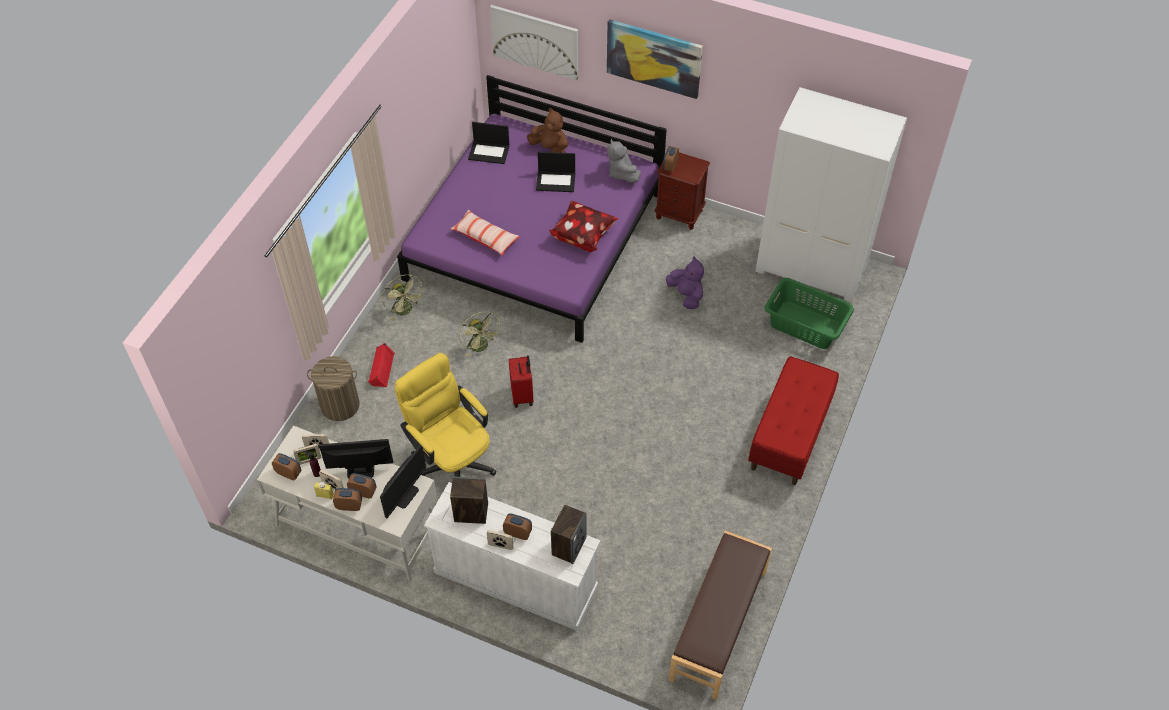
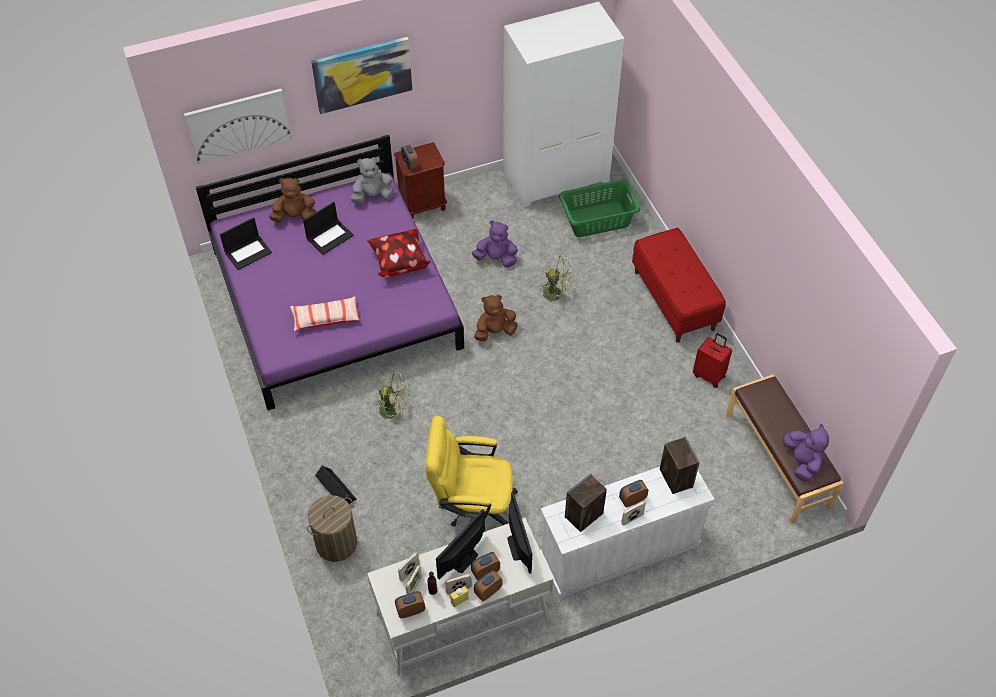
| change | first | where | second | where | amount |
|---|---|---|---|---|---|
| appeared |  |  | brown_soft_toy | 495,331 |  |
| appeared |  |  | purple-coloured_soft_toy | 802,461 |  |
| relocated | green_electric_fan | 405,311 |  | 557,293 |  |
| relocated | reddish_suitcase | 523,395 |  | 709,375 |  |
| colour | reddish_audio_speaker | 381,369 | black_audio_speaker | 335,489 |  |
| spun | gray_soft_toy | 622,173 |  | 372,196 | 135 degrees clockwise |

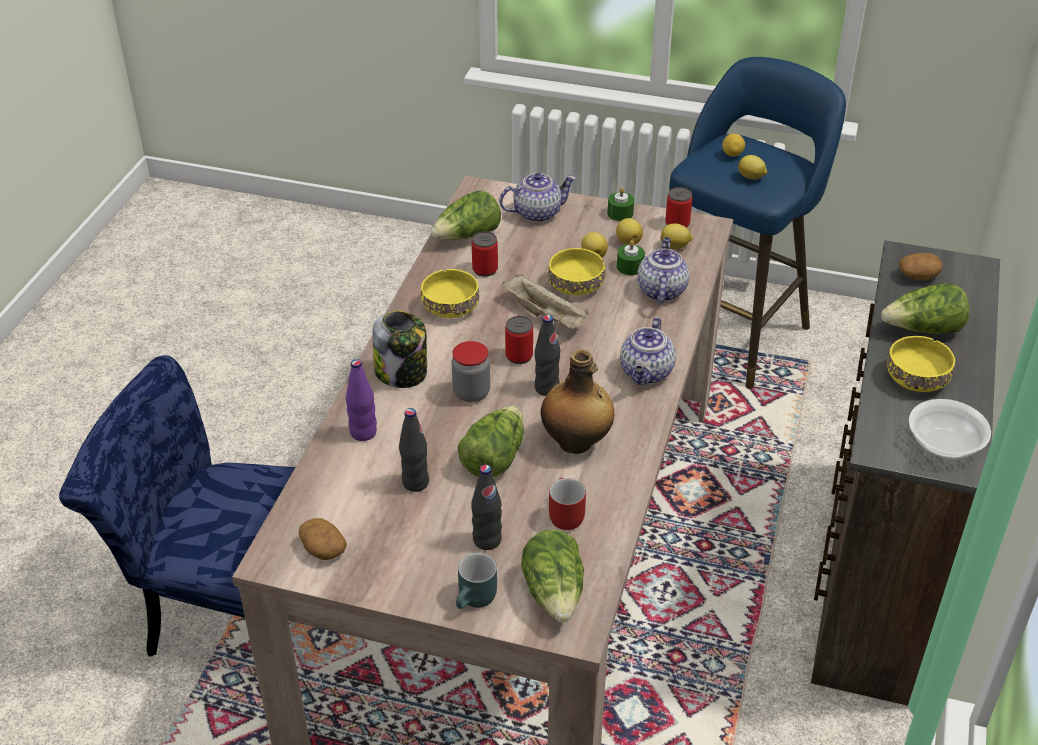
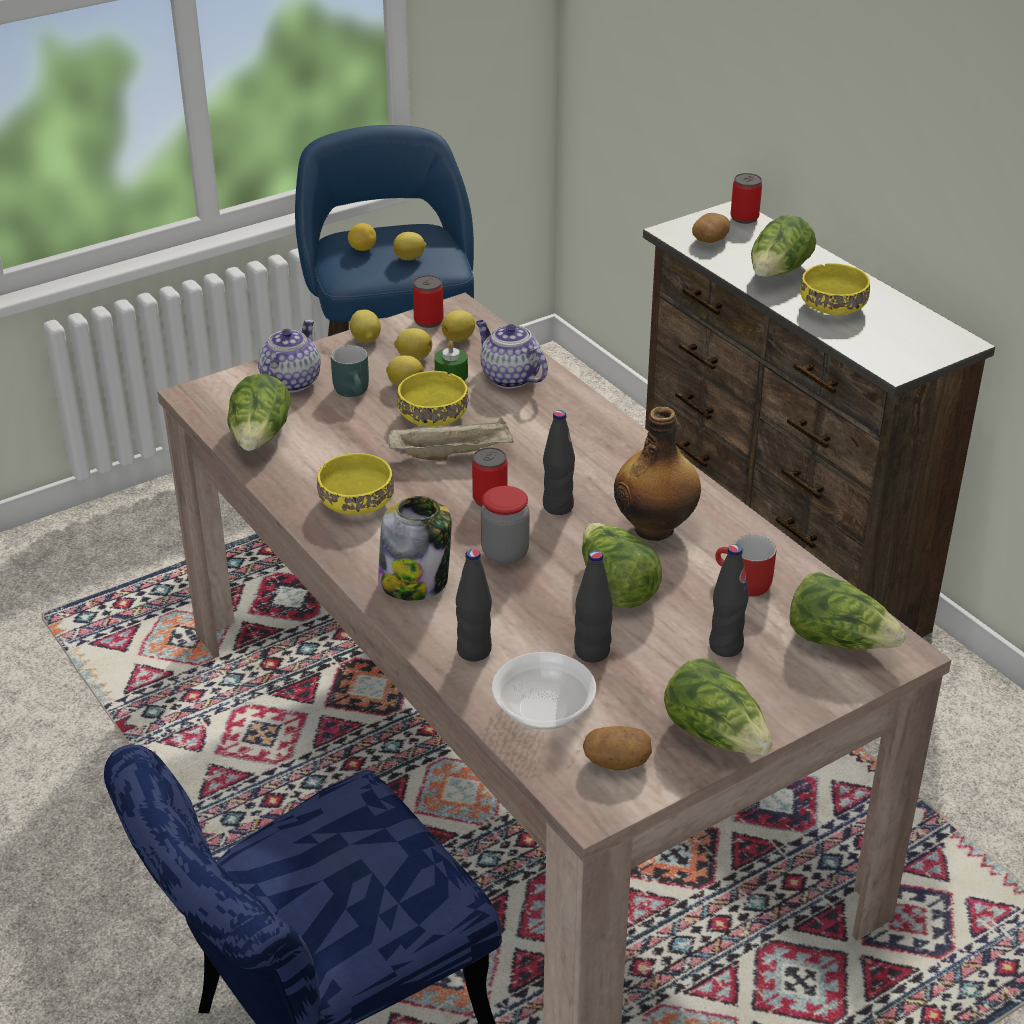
| change | first | where | second | where | amount |
|---|---|---|---|---|---|
| missing | teapot | 647,373 |  |  |  |
| appeared |  |  | head_of_lettuce | 716,735 |  |
| relocated | blue-green_tea_mug | 476,600 |  | 355,392 |  |
| relocated | metal_can | 485,269 |  | 744,218 |  |
| relocated | serving_bowl | 945,444 |  | 544,710 |  |
| exchanged | green_wax_candle | 620,213 | whole_lemon | 365,340 |  |
| colour | purple-coloured_drink_bottle | 363,433 | black_drink_bottle | 474,651 |  |

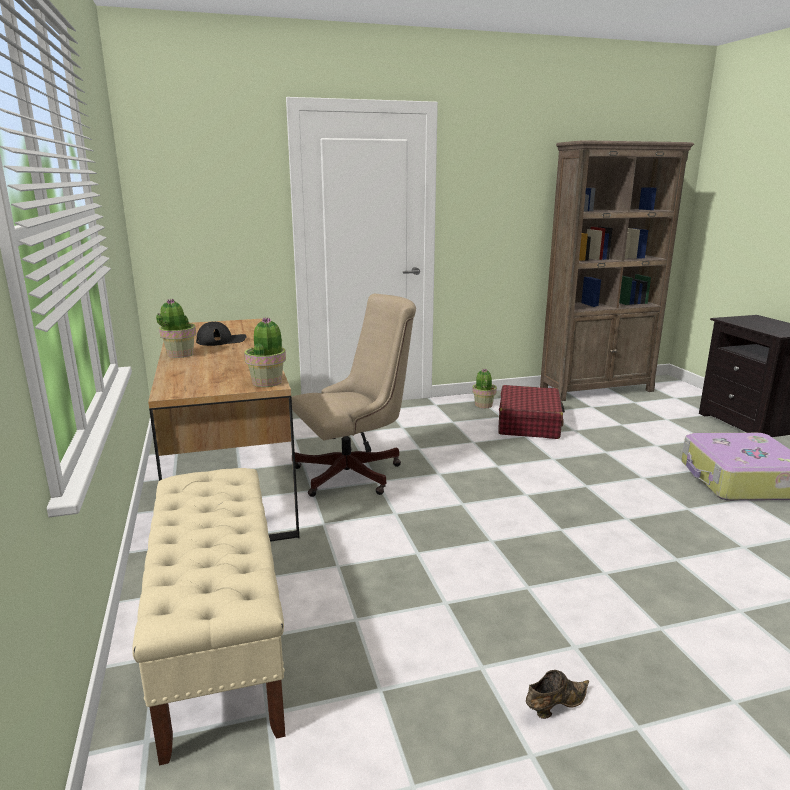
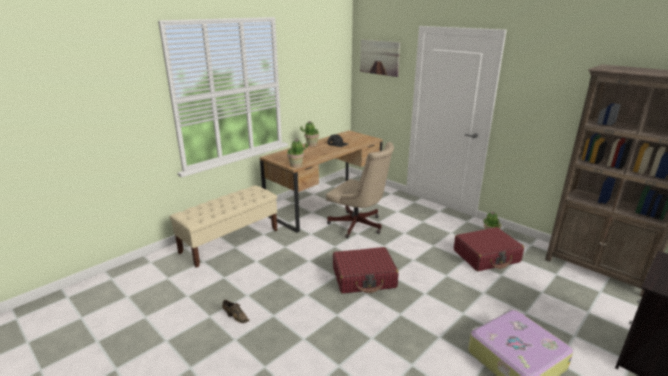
| change | first | where | second | where | amount |
|---|---|---|---|---|---|
| appeared |  |  | reddish_suitcase | 364,278 |  |
| appeared |  |  | wall_art | 379,57 |  |

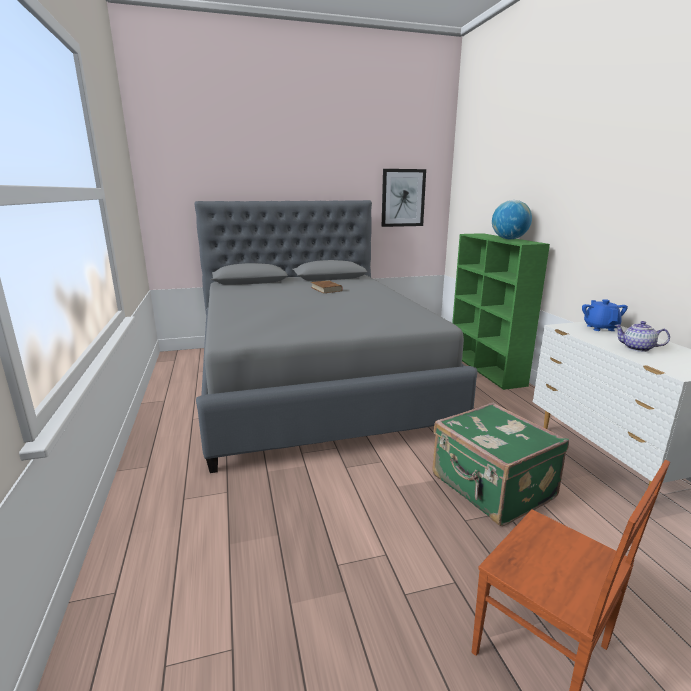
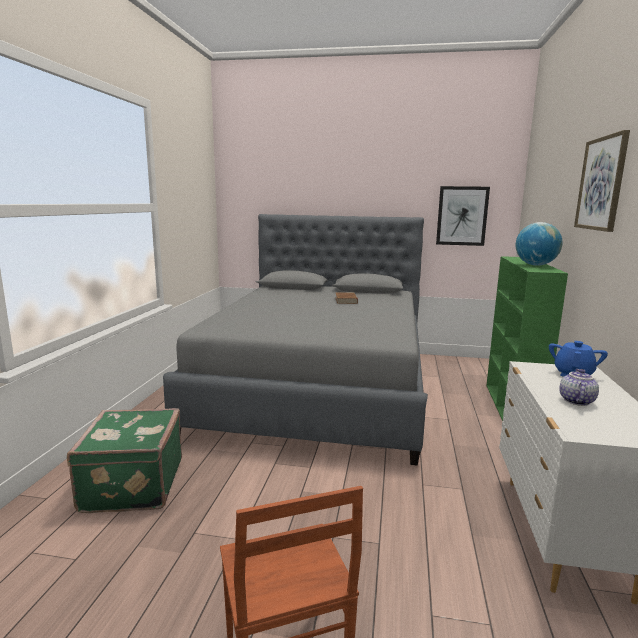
| change | first | where | second | where | amount |
|---|---|---|---|---|---|
| appeared |  |  | wall_art | 601,184 |  |
| relocated | green_suitcase | 491,488 |  | 131,485 |  |
| spun | teapot | 637,348 |  | 575,400 | 60 degrees clockwise |

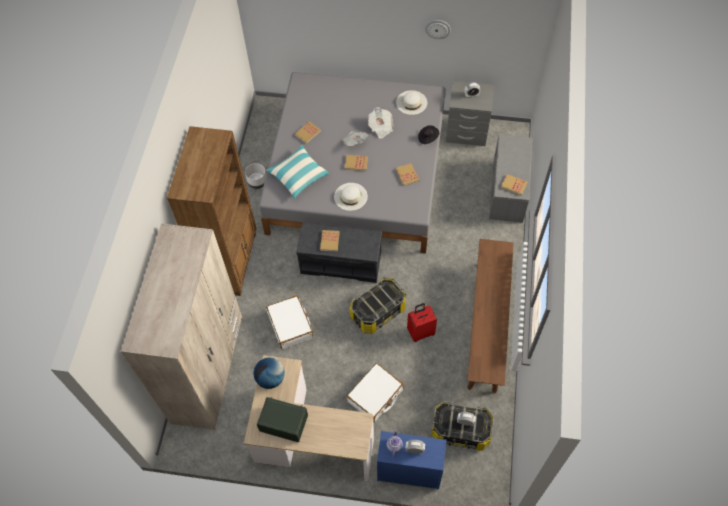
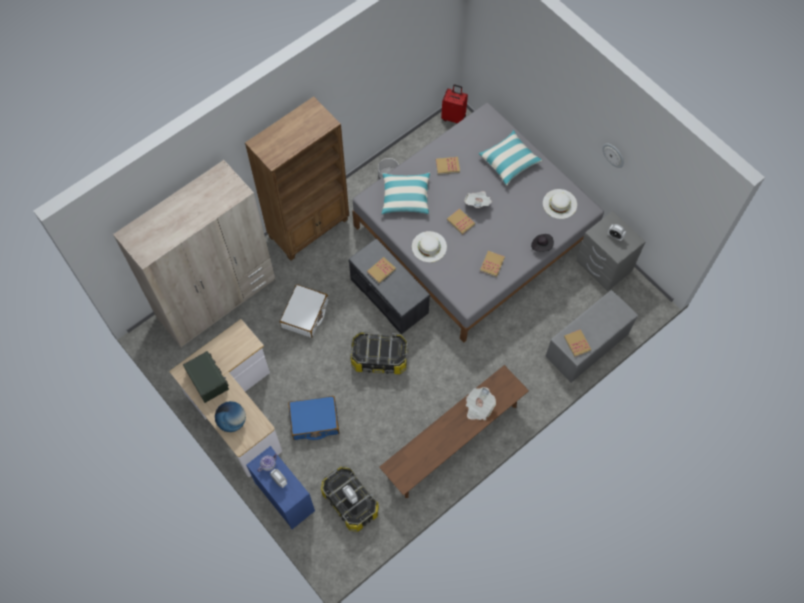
| change | first | where | second | where | amount |
|---|---|---|---|---|---|
| appeared |  |  | cushion | 509,161 |  |
| relocated | desk_globe | 270,378 |  | 232,421 |  |
| relocated | printed_paper | 380,127 |  | 478,407 |  |
| relocated | reddish_suitcase | 420,332 |  | 454,117 |  |
| colour | white_suitcase | 375,396 | blue-coloured_suitcase | 314,421 |  |

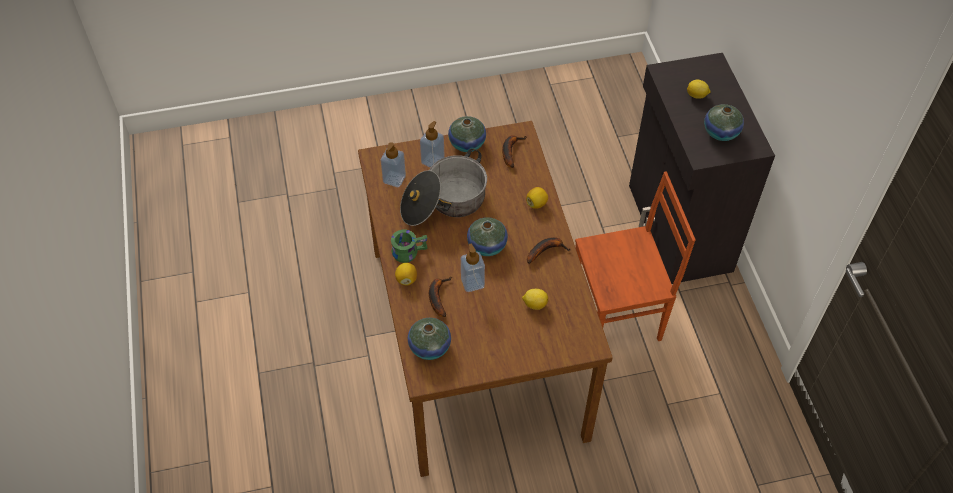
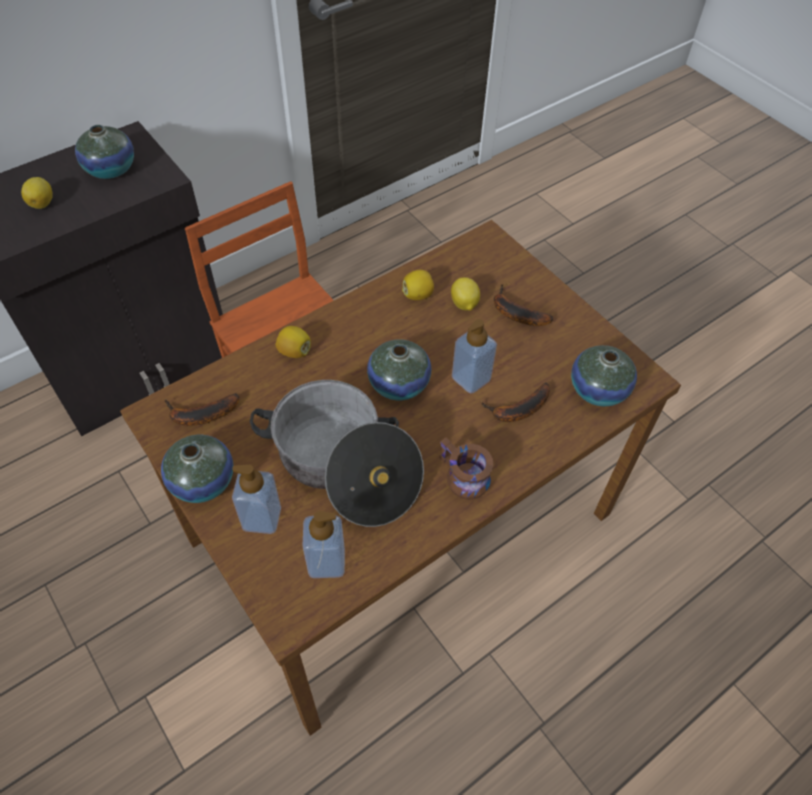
| change | first | where | second | where | amount |
|---|---|---|---|---|---|
| relocated | whole_lemon | 406,279 |  | 418,295 |  |
| relocated | banana_fruit | 546,250 |  | 515,313 |  |
| colour | green_tea_mug | 408,250 | brown_tea_mug | 460,479 |  |

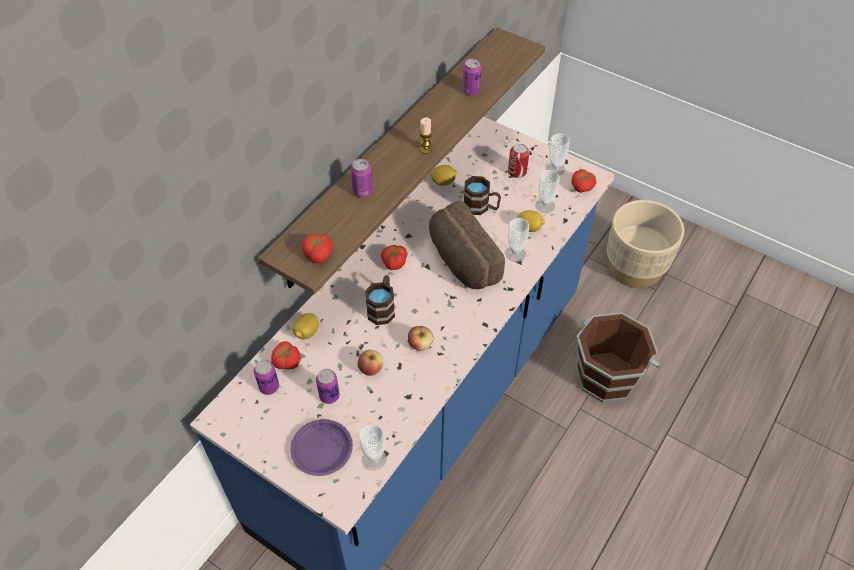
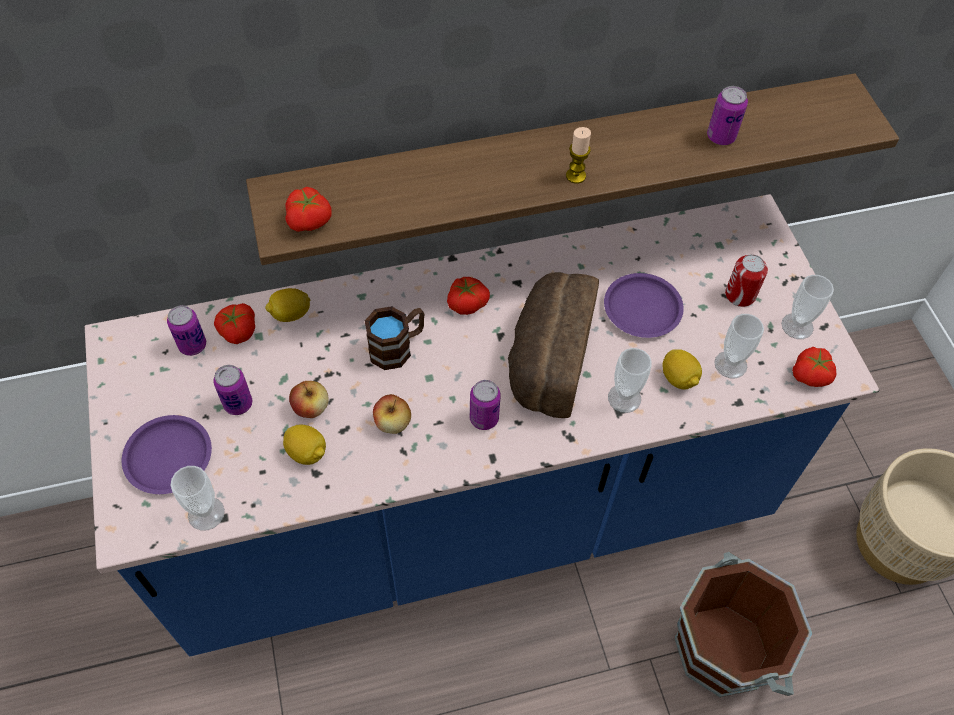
| change | first | where | second | where | amount |
|---|---|---|---|---|---|
| relocated | metal_can | 362,191 |  | 484,418 |  |
| relocated | whole_lemon | 443,182 |  | 307,453 |  |
| exchanged | brown_tea_mug | 481,207 | purple-coloured_flat_dish | 643,309 |  |

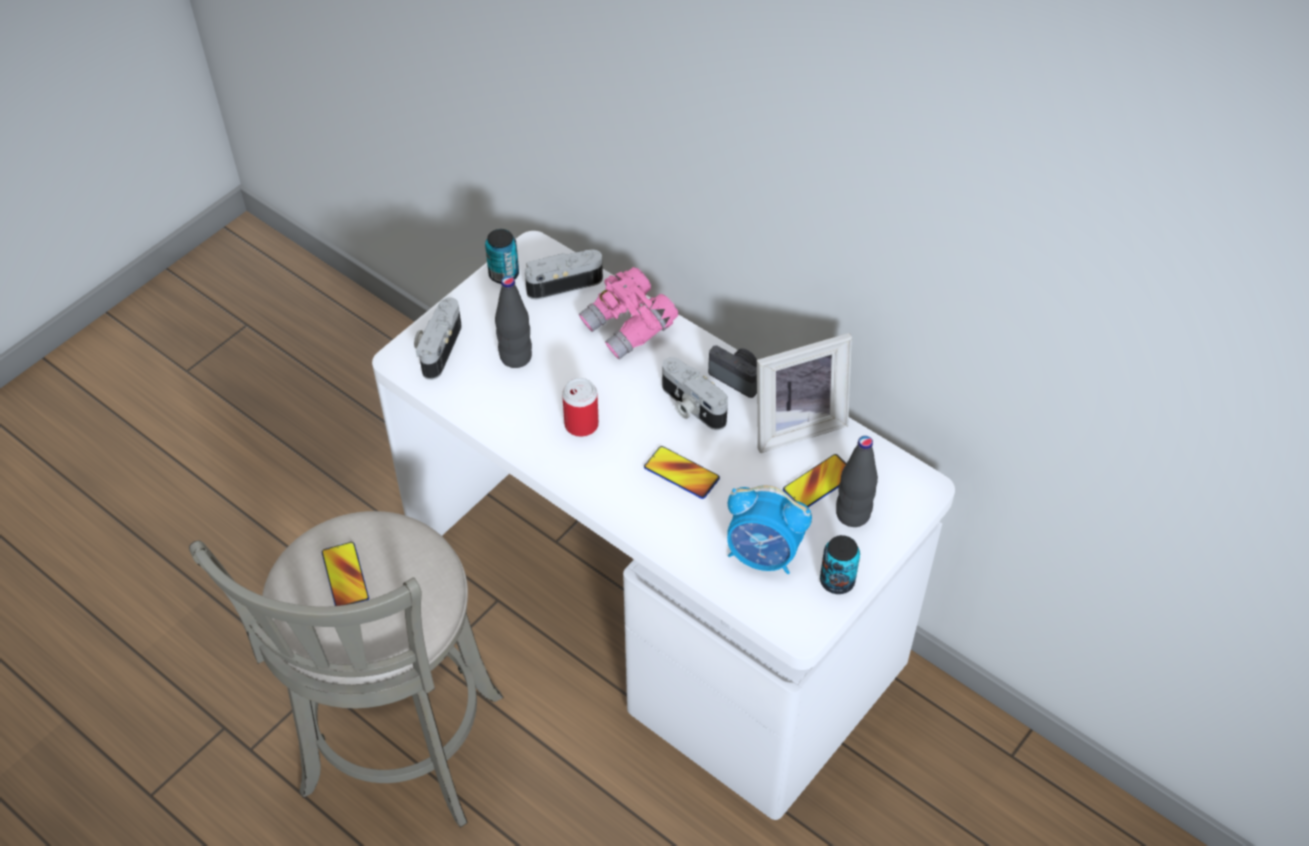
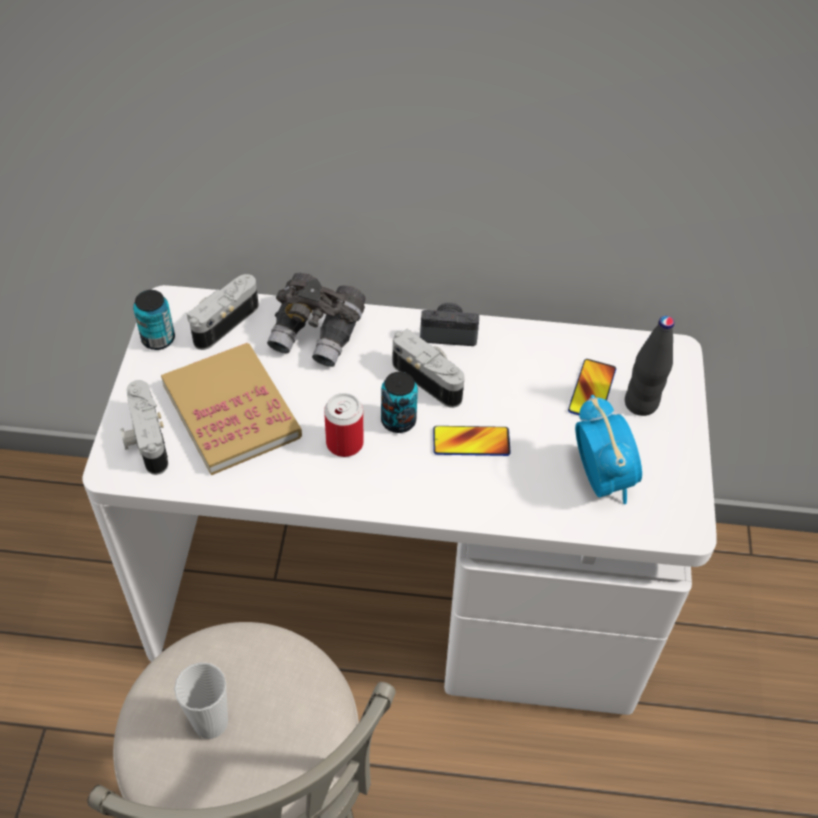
| change | first | where | second | where | amount |
|---|---|---|---|---|---|
| missing | standing_frame | 795,424 |  |  |  |
| relocated | metal_can | 837,581 |  | 398,421 |  |
| exchanged | handset | 345,576 | small_cup | 211,723 |  |
| exchanged | black_drink_bottle | 516,357 | bound_book | 231,411 |  |
| colour | pinkish_binoculars | 629,328 | gray_binoculars | 318,334 |  |
| spun | photo_camera | 690,406 |  | 430,378 | 150 degrees counterclockwise |
| spun | alarm_clock | 763,555 |  | 601,478 | 90 degrees counterclockwise |

